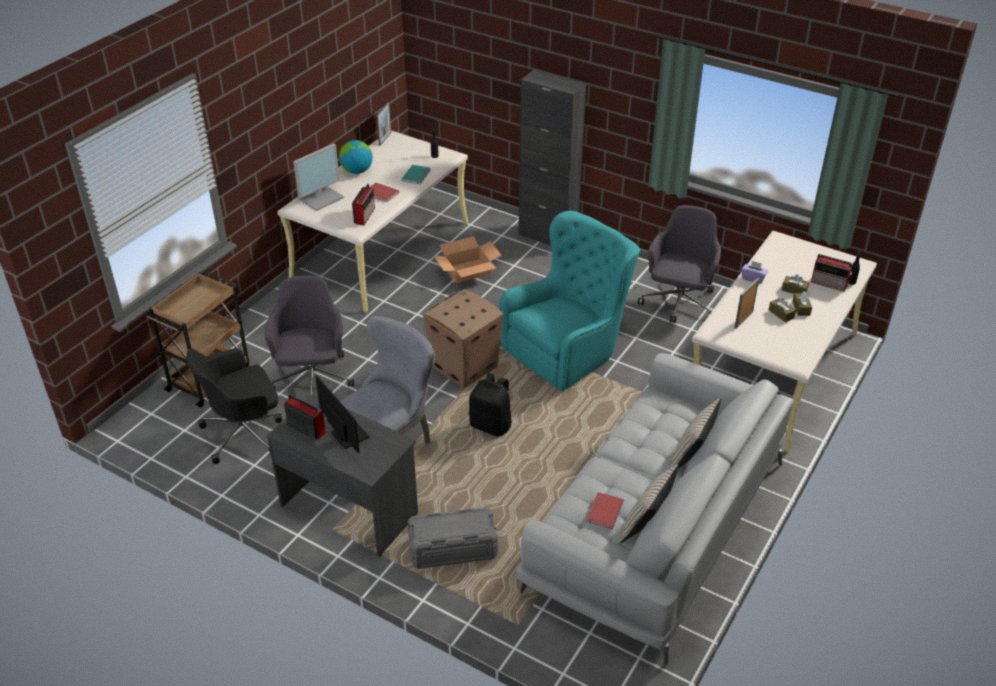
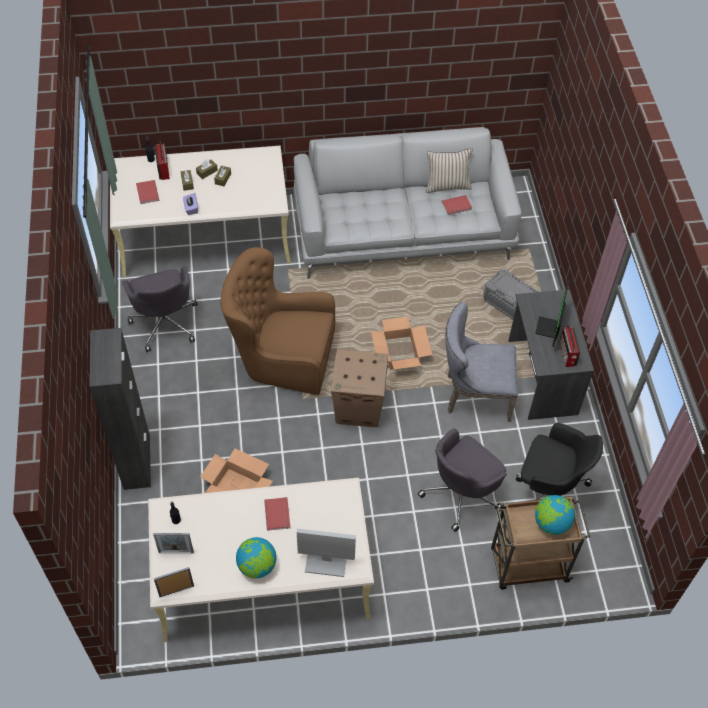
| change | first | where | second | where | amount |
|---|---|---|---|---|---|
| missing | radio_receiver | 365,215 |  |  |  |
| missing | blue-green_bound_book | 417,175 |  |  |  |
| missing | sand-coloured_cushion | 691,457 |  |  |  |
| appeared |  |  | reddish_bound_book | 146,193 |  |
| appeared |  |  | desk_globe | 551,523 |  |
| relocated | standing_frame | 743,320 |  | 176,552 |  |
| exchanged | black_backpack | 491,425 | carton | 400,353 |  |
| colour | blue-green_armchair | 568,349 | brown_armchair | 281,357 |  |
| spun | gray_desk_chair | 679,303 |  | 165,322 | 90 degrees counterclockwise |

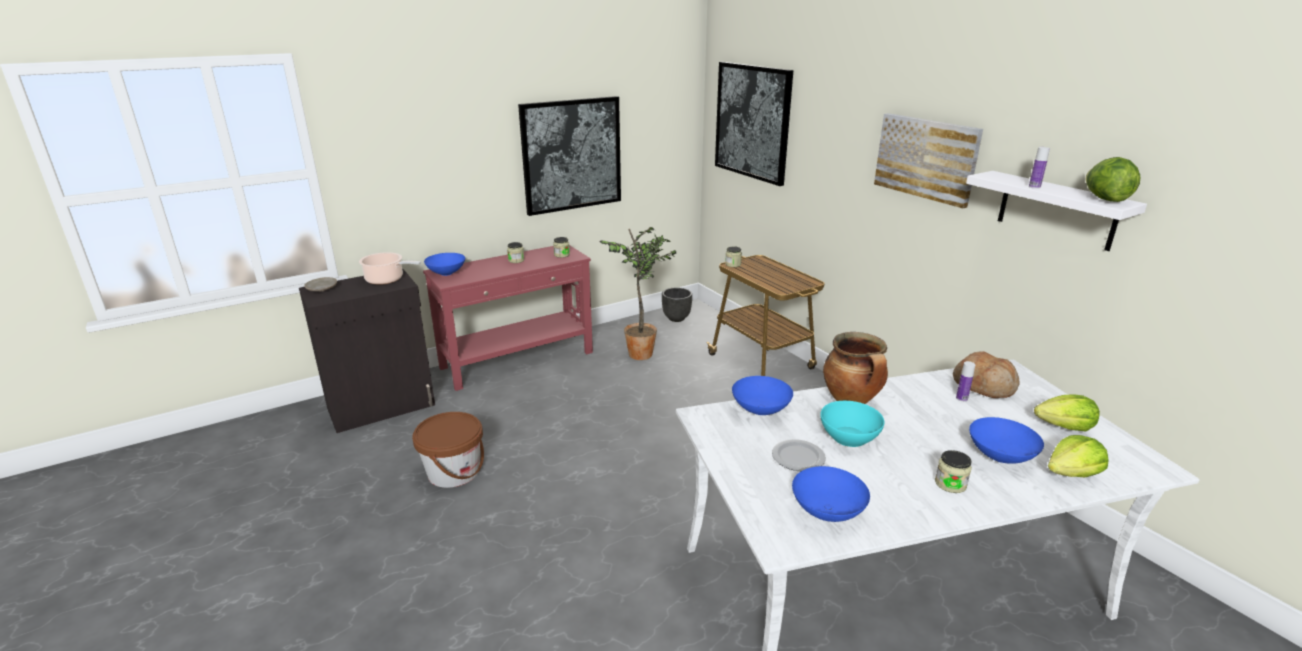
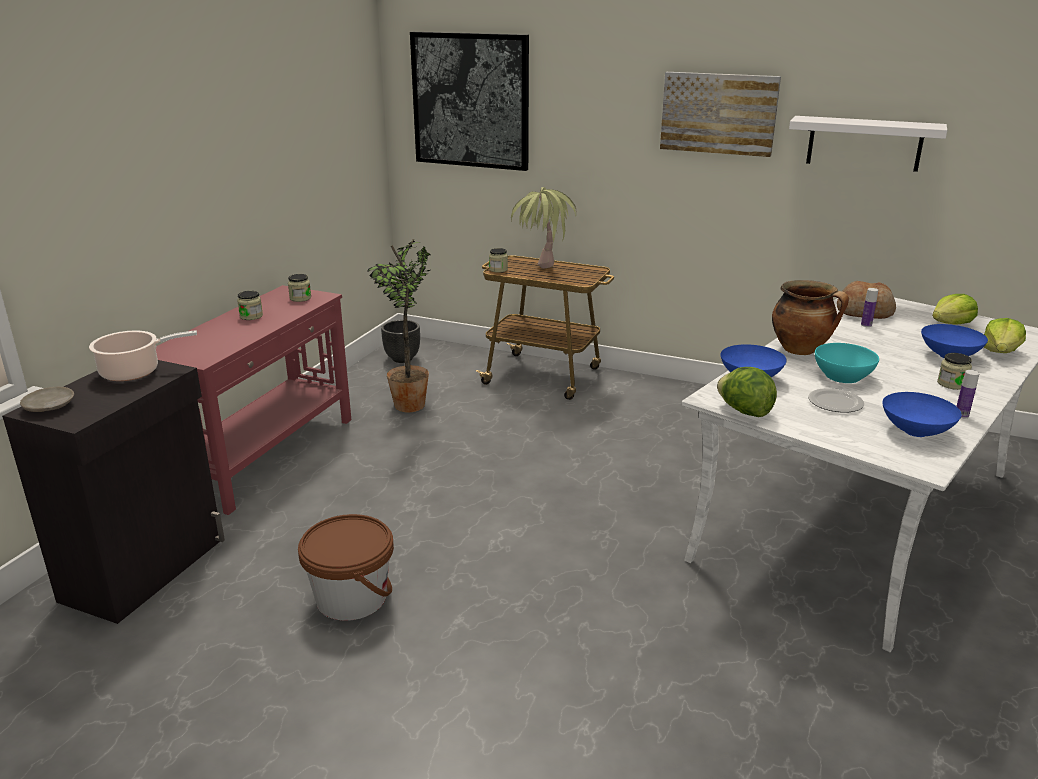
| change | first | where | second | where | amount |
|---|---|---|---|---|---|
| missing | blue-coloured_serving_bowl | 446,273 |  |  |  |
| missing | wall_art | 571,155 |  |  |  |
| appeared |  |  | potted_plant | 541,273 |  |
| relocated | drink_bottle | 1034,187 |  | 961,415 |  |
| relocated | head_of_lettuce | 1105,199 |  | 744,411 |  |

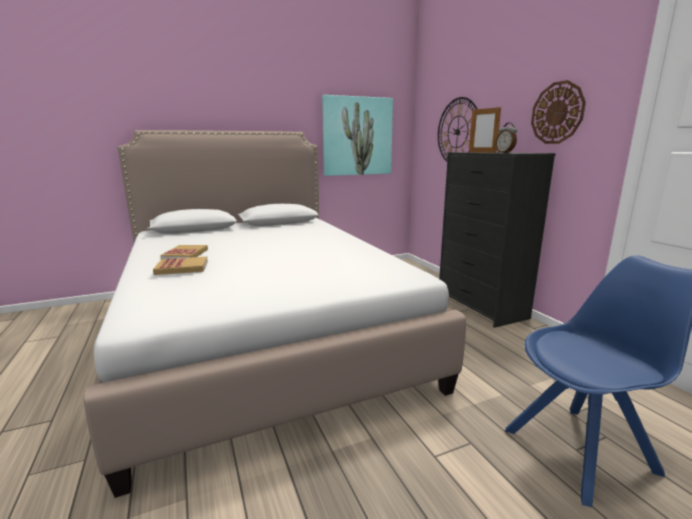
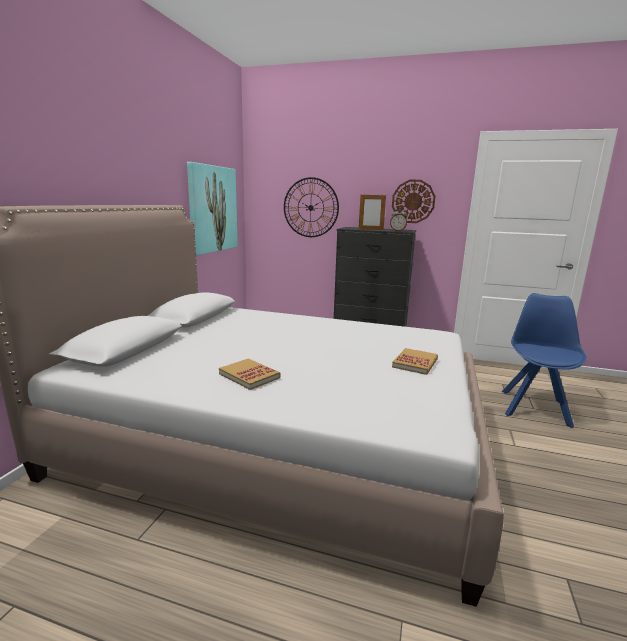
| change | first | where | second | where | amount |
|---|---|---|---|---|---|
| relocated | bound_book | 182,268 |  | 415,363 |  |

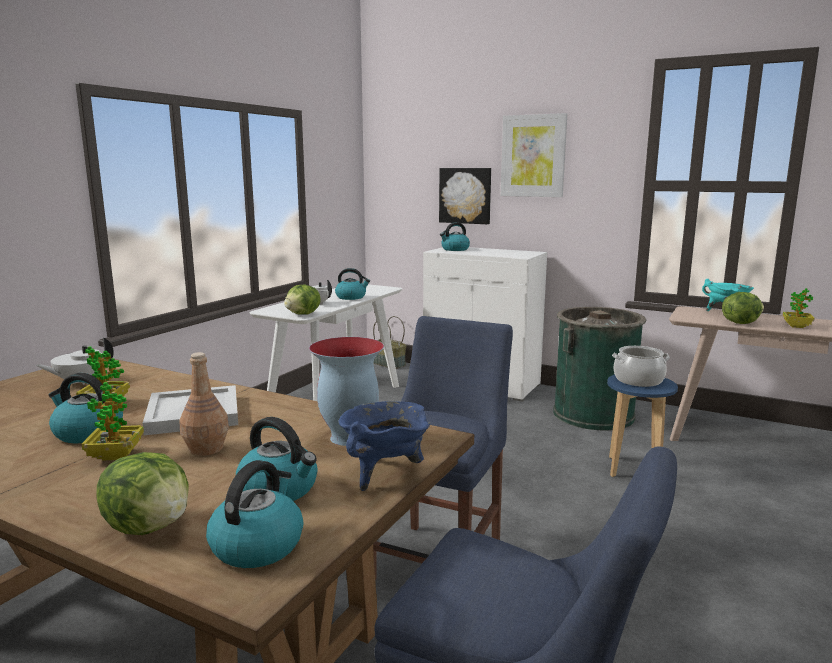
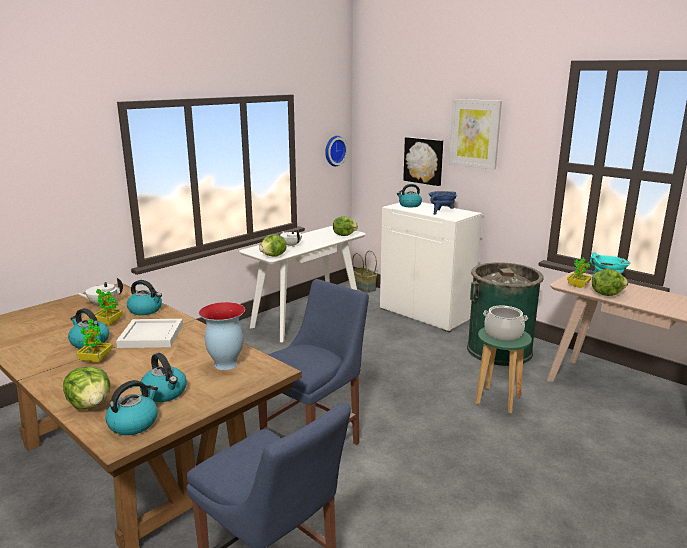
| change | first | where | second | where | amount |
|---|---|---|---|---|---|
| missing | brown_drink_bottle | 206,448 |  |  |  |
| appeared |  |  | wall_clock | 334,150 |  |
| appeared |  |  | head_of_lettuce | 344,235 |  |
| relocated | water_kettle | 351,297 |  | 146,310 |  |
| relocated | blue-coloured_cooking_pot | 385,474 |  | 441,212 |  |
| relocated | potted_plant | 796,326 |  | 578,286 |  |
| colour | blue-coloured_sitting_stool | 634,469 | green_sitting_stool | 498,400 |  |

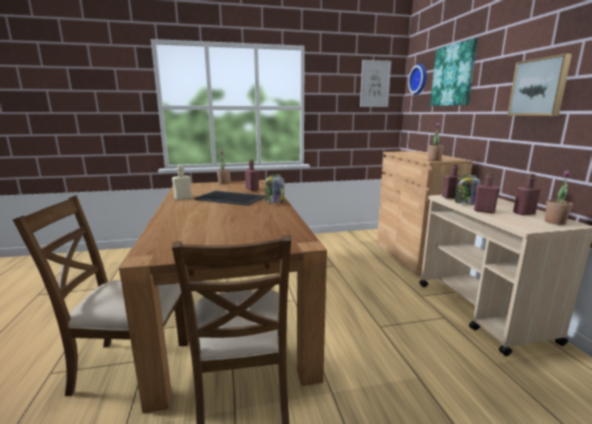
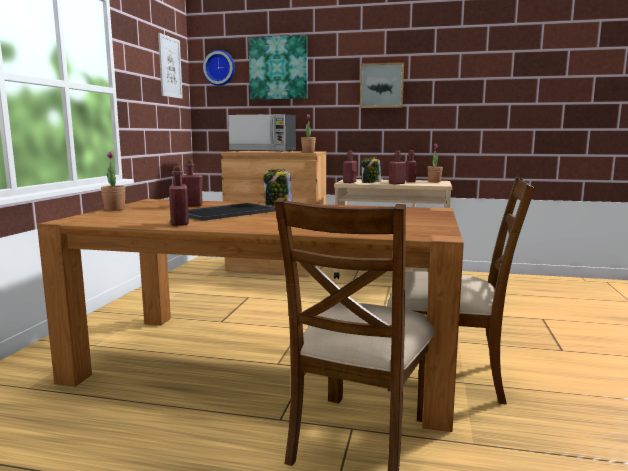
| change | first | where | second | where | amount |
|---|---|---|---|---|---|
| appeared |  |  | kitchen_microwave | 263,151 |  |
| colour | sand-coloured_drink_bottle | 183,198 | reddish_drink_bottle | 180,223 |  |

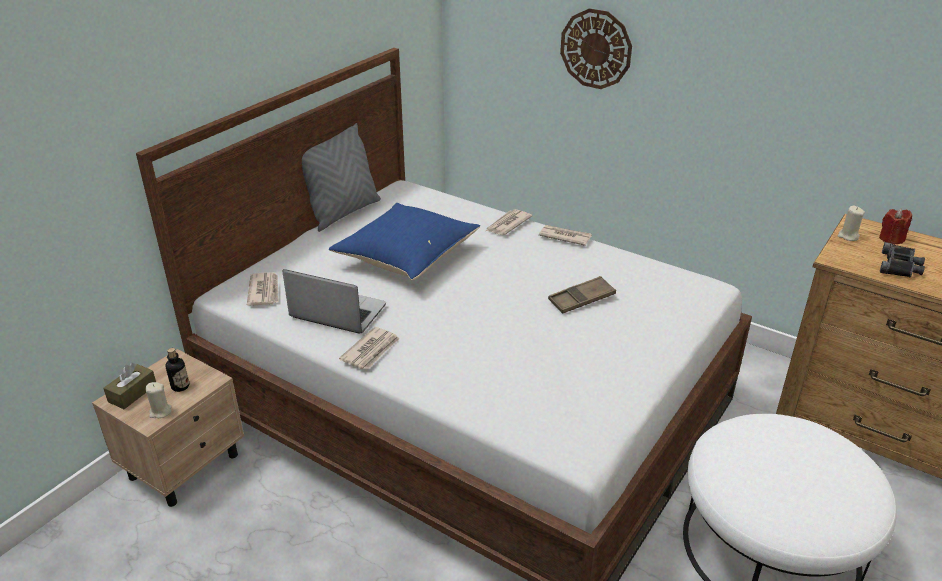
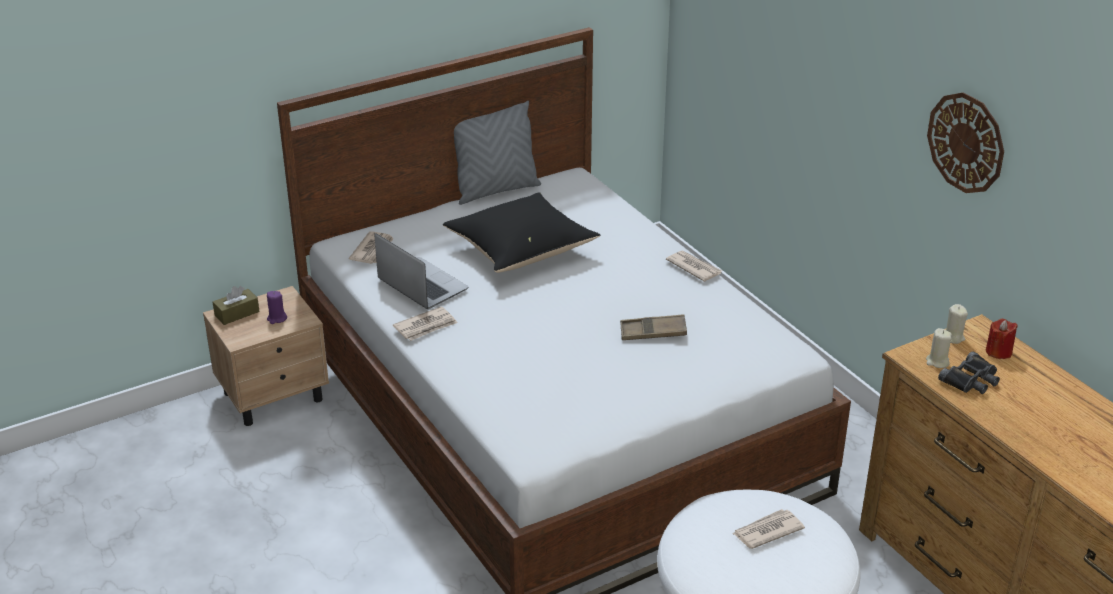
| change | first | where | second | where | amount |
|---|---|---|---|---|---|
| relocated | sand-coloured_wax_candle | 160,412 |  | 937,362 |  |
| relocated | printed_paper | 507,224 |  | 767,531 |  |
| relocated | wall_clock | 596,49 |  | 966,142 |  |
| exchanged | drink_bottle | 180,386 | purple-coloured_wax_candle | 277,318 |  |
| colour | blue-coloured_cushion | 407,258 | black_cushion | 521,251 |  |

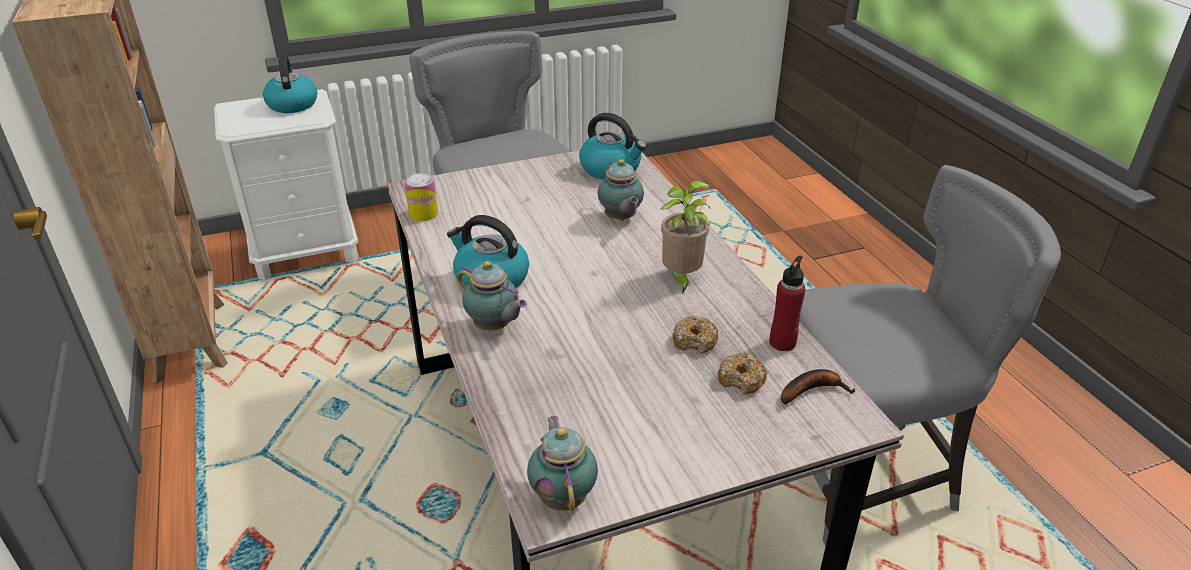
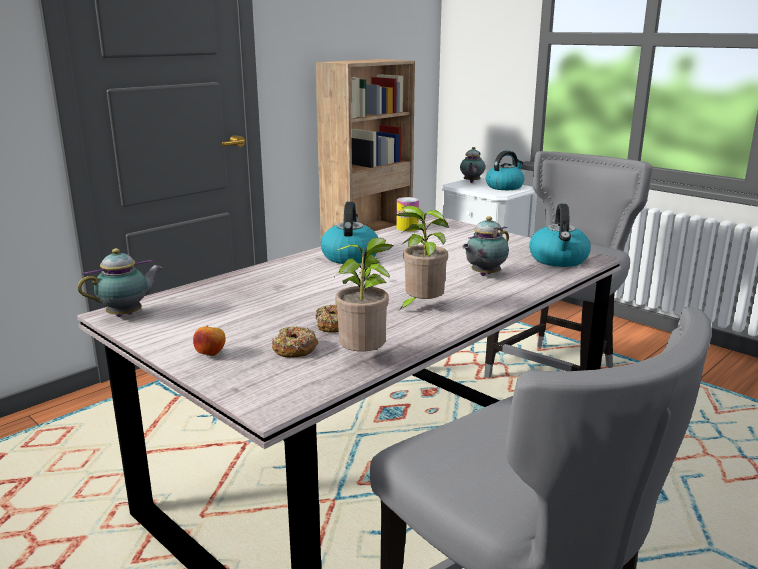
| change | first | where | second | where | amount |
|---|---|---|---|---|---|
| missing | banana_fruit | 812,390 |  |  |  |
| appeared |  |  | apple_fruit | 211,354 |  |
| relocated | teapot | 494,327 |  | 471,182 |  |
| exchanged | reddish_drink_bottle | 782,342 | potted_plant | 365,358 |  |

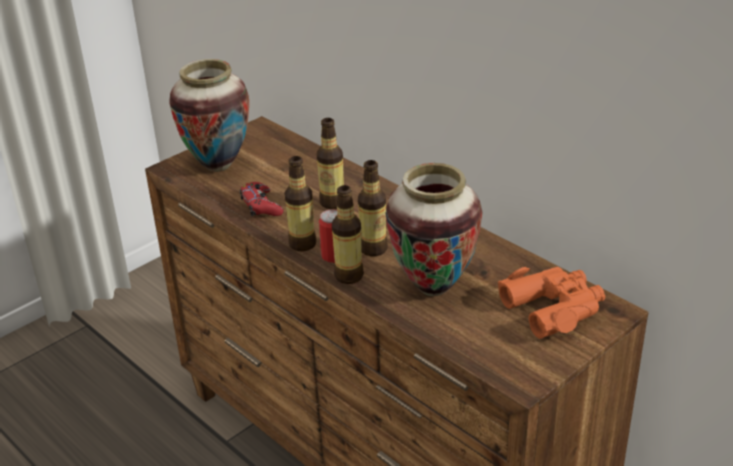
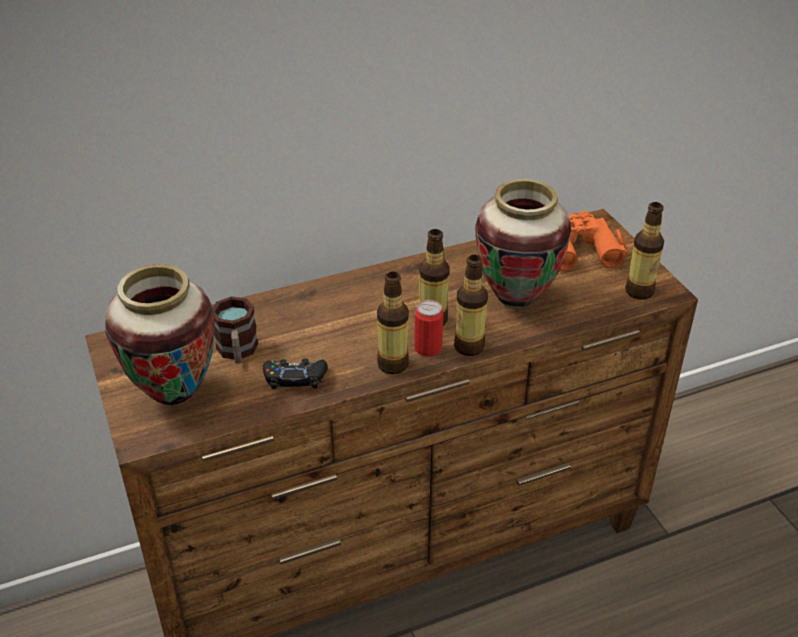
| change | first | where | second | where | amount |
|---|---|---|---|---|---|
| appeared |  |  | tea_mug | 237,352 |  |
| relocated | drink_bottle | 332,202 |  | 639,291 |  |
| colour | reddish_game_controller | 261,206 | black_game_controller | 295,378 |  |

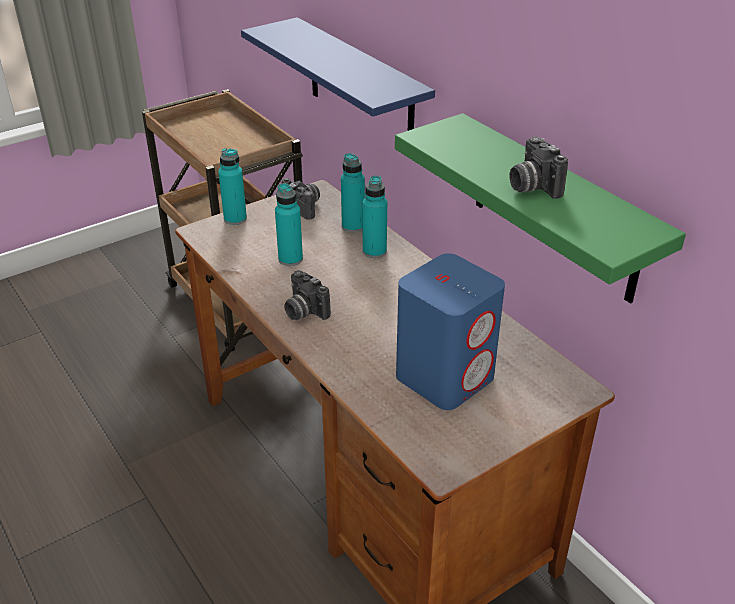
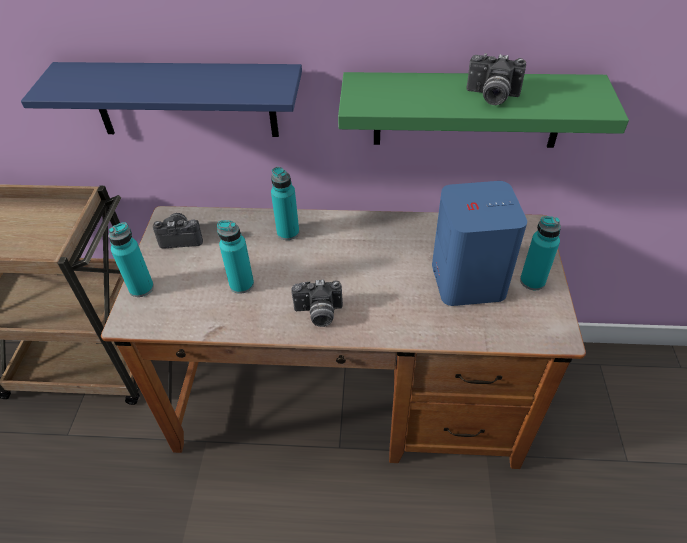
| change | first | where | second | where | amount |
|---|---|---|---|---|---|
| relocated | blue-green_drink_bottle | 353,226 |  | 532,281 |  |

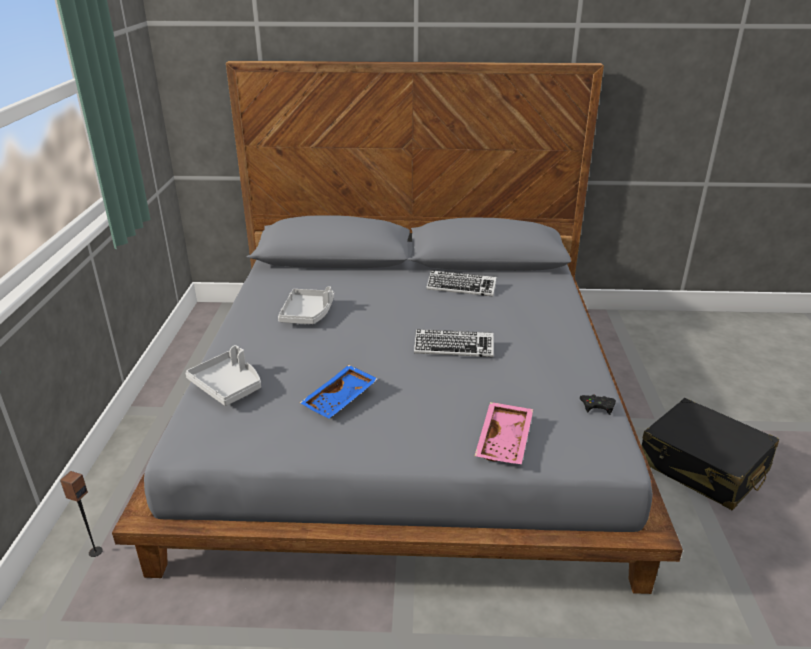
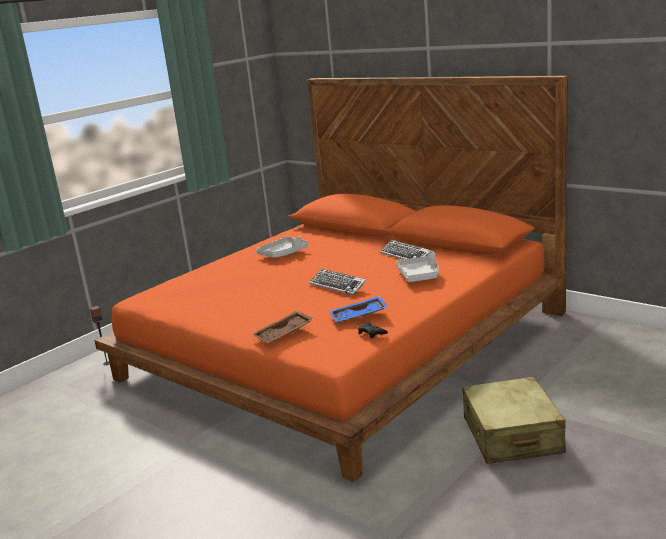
| change | first | where | second | where | amount |
|---|---|---|---|---|---|
| relocated | gray_carrying_tray | 228,386 |  | 419,275 |  |
| relocated | blue-coloured_carrying_tray | 341,400 |  | 359,317 |  |
| colour | gray_bed | 405,412 | orange-coloured_bed | 341,345 |  |
| colour | pinkish_carrying_tray | 505,441 | brown_carrying_tray | 284,334 |  |
| colour | black_suitcase | 703,467 | sand-coloured_suitcase | 511,435 |  |

